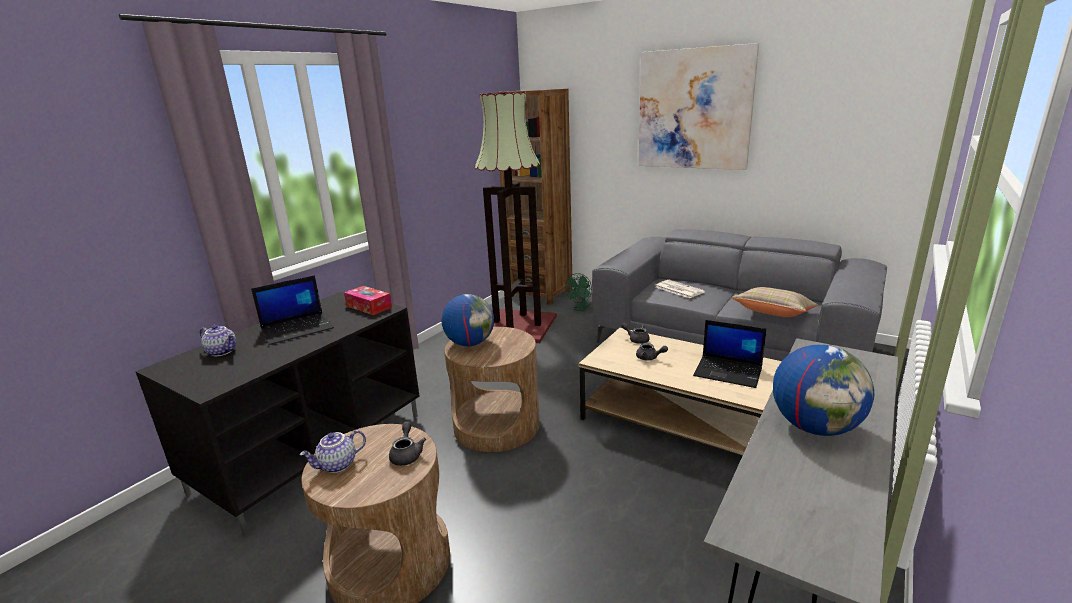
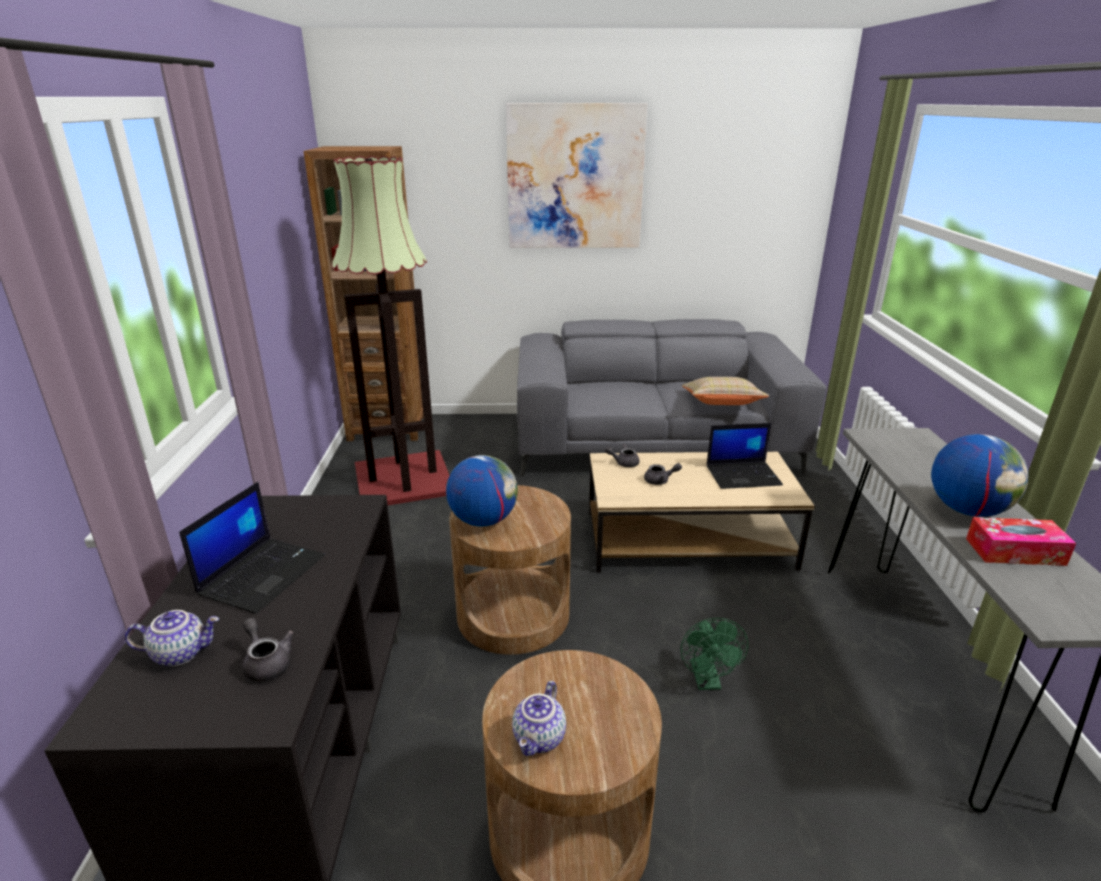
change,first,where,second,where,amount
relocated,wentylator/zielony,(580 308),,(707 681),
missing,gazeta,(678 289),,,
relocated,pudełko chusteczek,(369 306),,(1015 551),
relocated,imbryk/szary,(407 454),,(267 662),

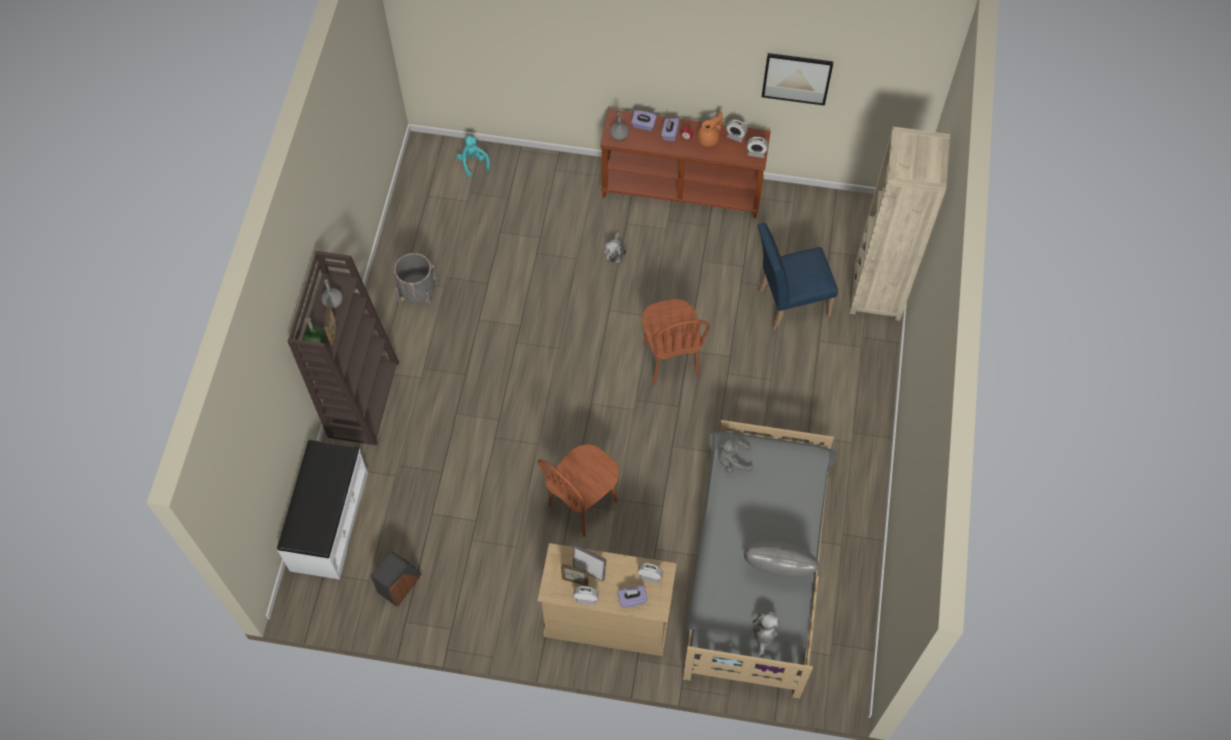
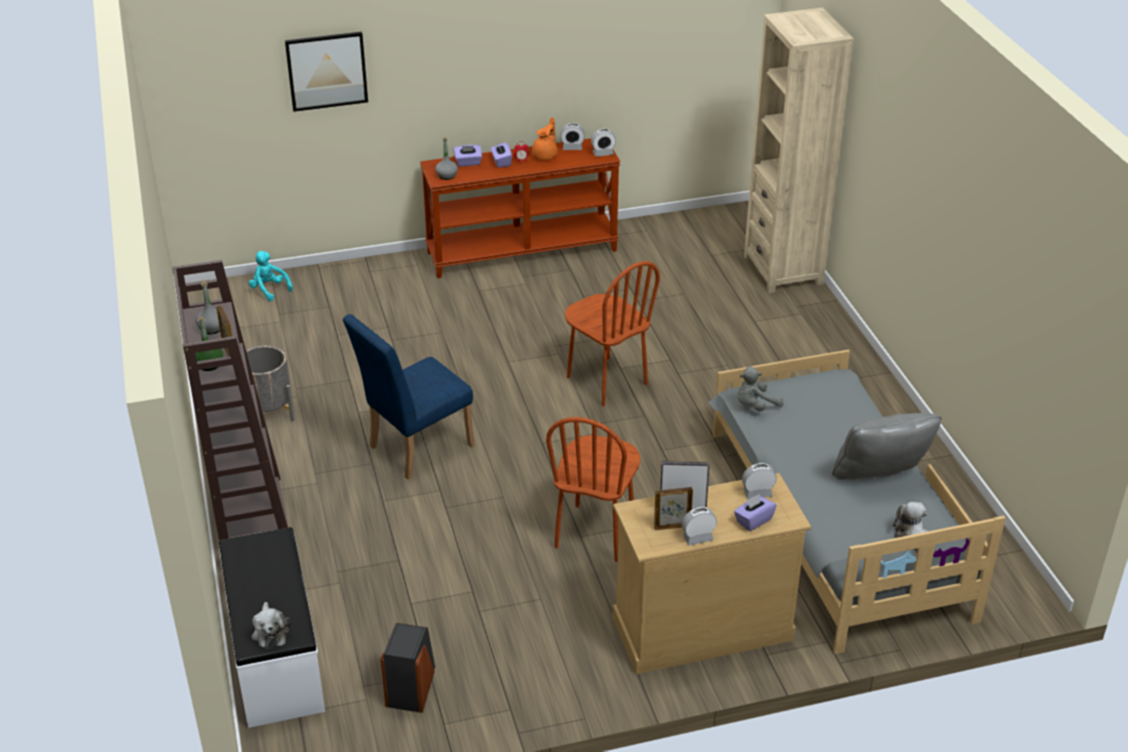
change,first,where,second,where,amount
relocated,obraz,(796 78),,(327 71),
relocated,krzesło/niebieski,(787 304),,(414 448),
relocated,pluszak,(614 251),,(270 632),

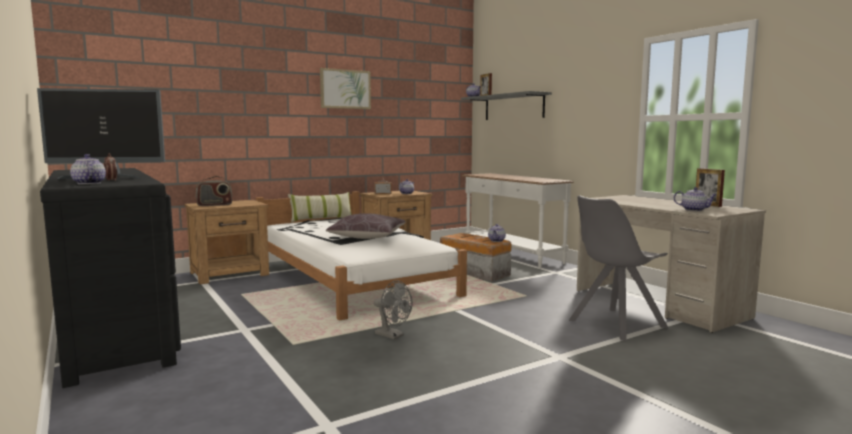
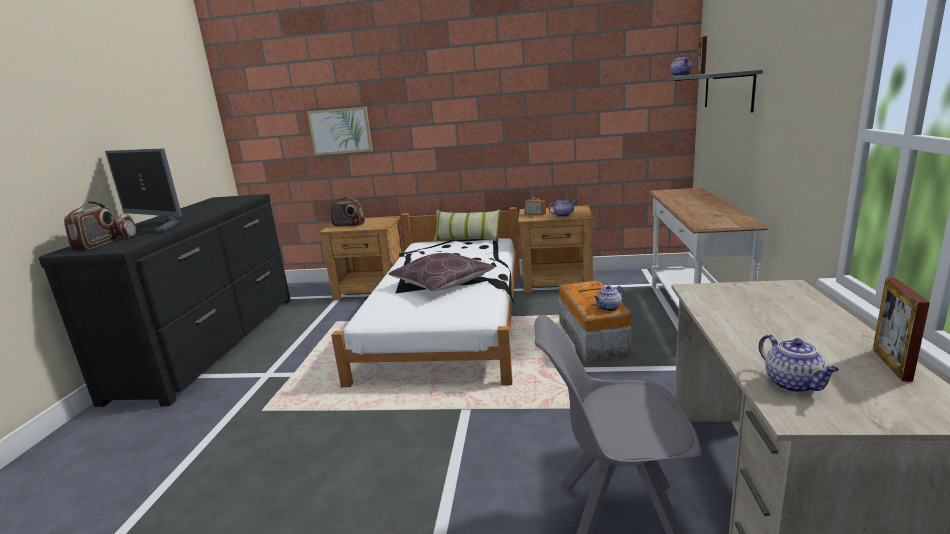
change,first,where,second,where,amount
relocated,obraz,(345 89),,(340 131),
exchanged,imbryk,(88 183),radio,(98 244),
missing,wentylator/szary,(393 335),,,

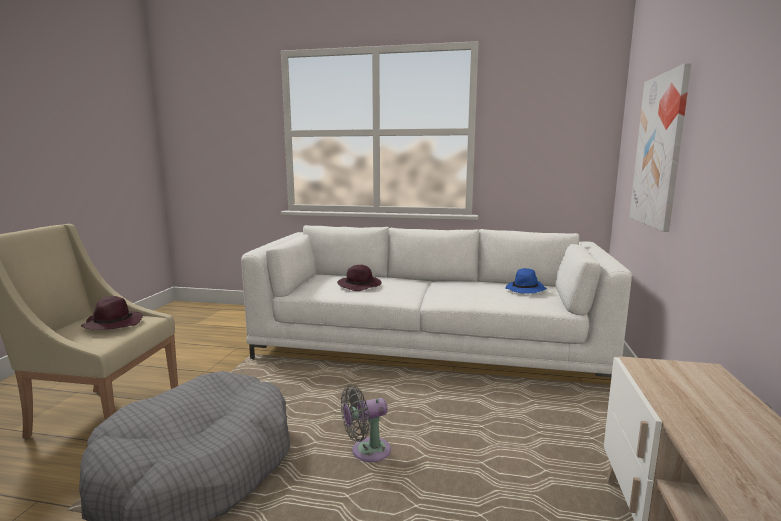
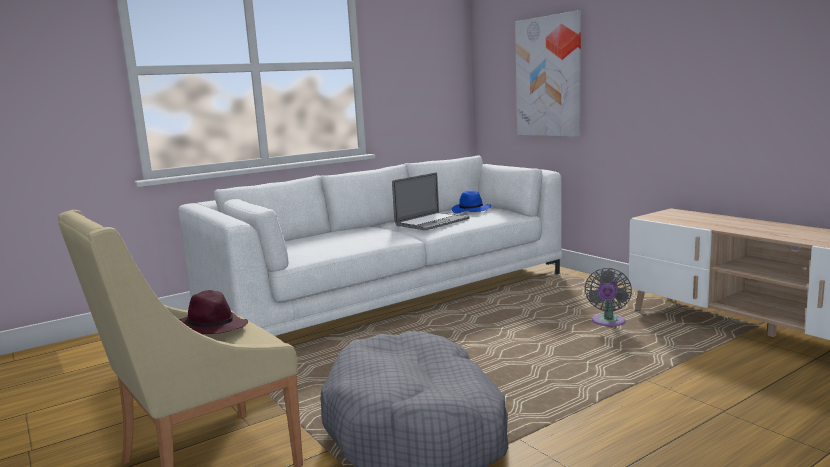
change,first,where,second,where,amount
missing,kapelusz/fioletowy,(360 286),,,
relocated,wentylator/szary,(367 452),,(608 323),
appeared,,,laptop,(432 222),

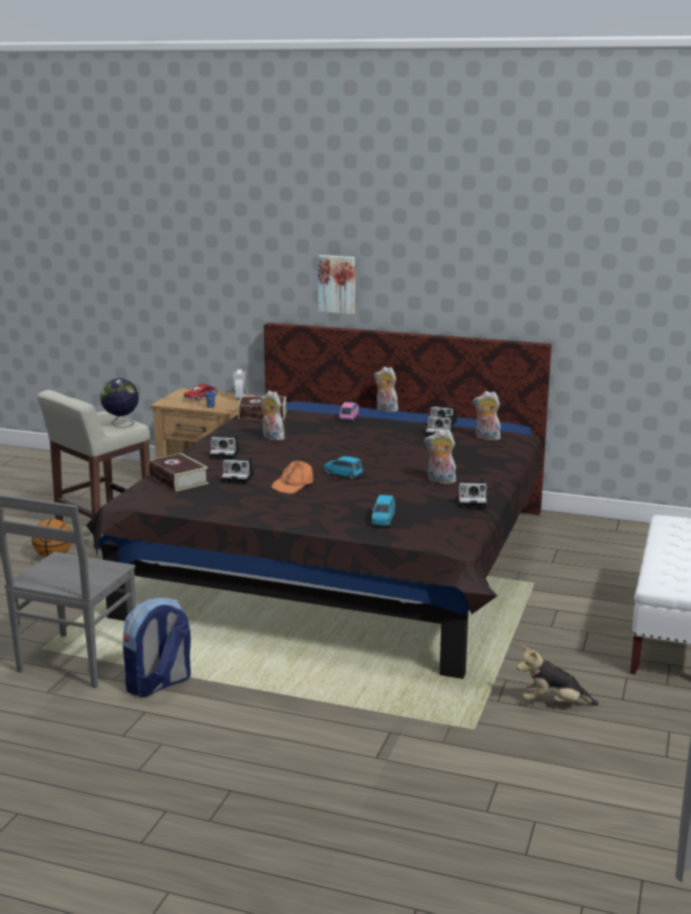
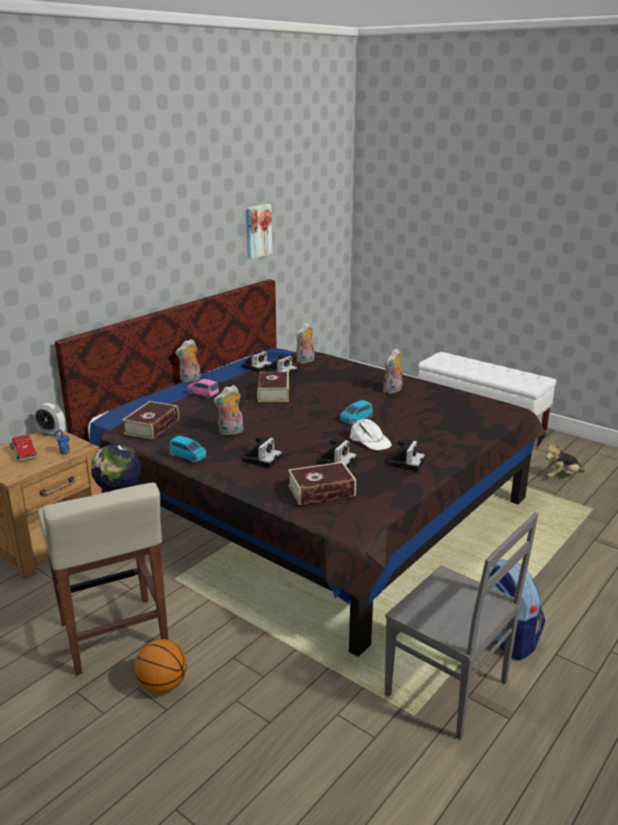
change,first,where,second,where,amount
relocated,obraz,(337 284),,(257 231),
colour,czapka z daszkiem/pomarańczowy,(293 484),czapka z daszkiem/biały,(370 441),
relocated,aparat fotograficzny,(473 502),,(405 462),
relocated,samochodzik/niebieski,(383 519),,(188 456),
spun,pluszak,(553 703),,(560 476),45 degrees clockwise
appeared,,,książka,(273 392),

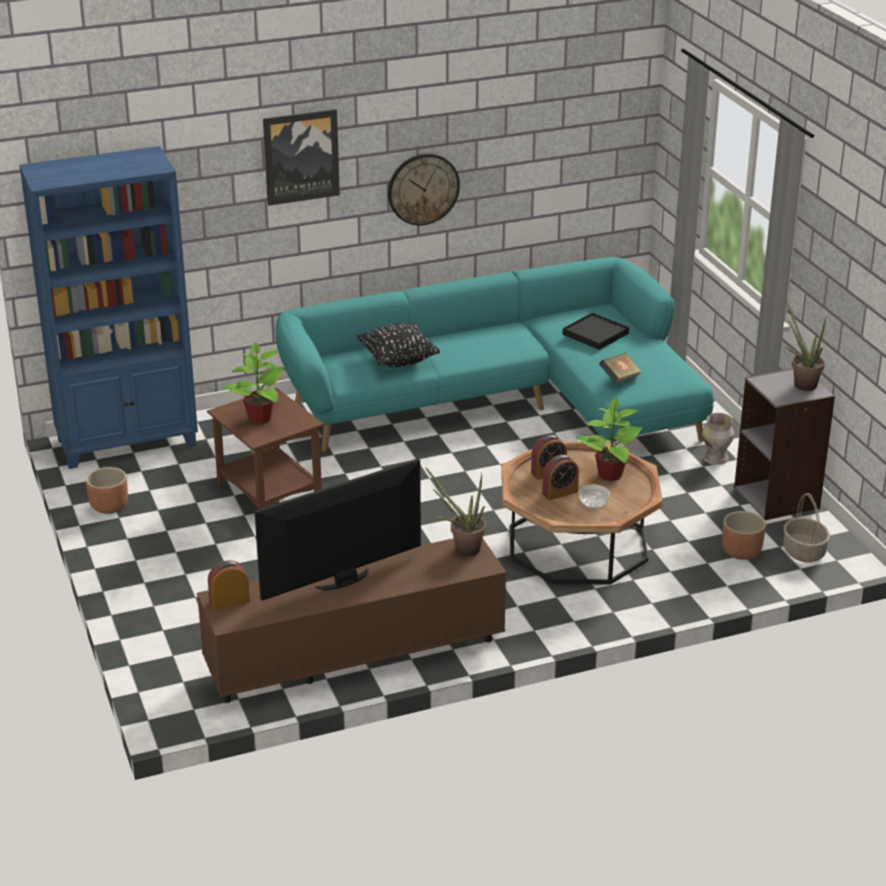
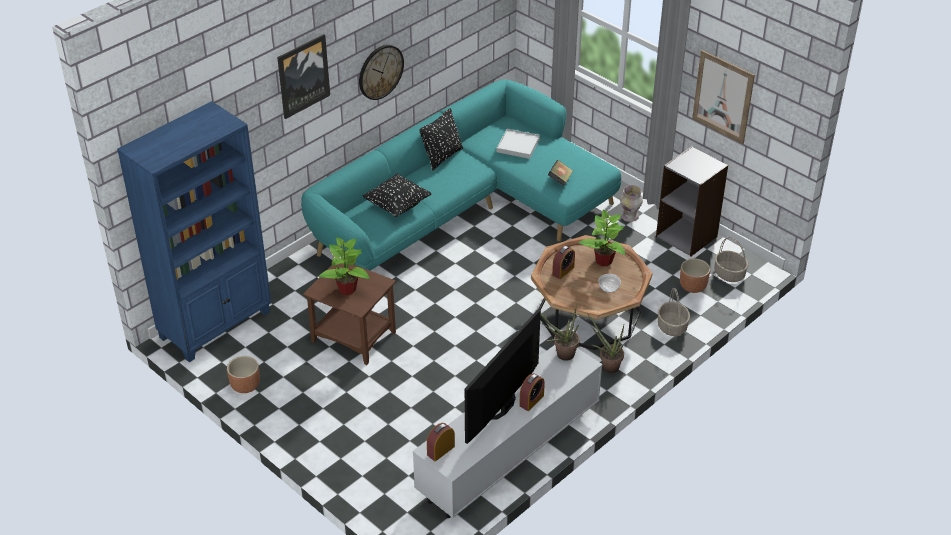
change,first,where,second,where,amount
relocated,roślina doniczkowa,(801 383),,(607 366),
colour,taca/czarny,(595 334),taca/biały,(518 145),
relocated,budzik,(560 492),,(531 400),
colour,szafka pod telewizor/brązowy,(353 659),szafka pod telewizor/biały,(507 453),
appeared,,,obraz,(723 97),
appeared,,,poduszka/czarny,(442 157),
appeared,,,koszyk,(672 327),

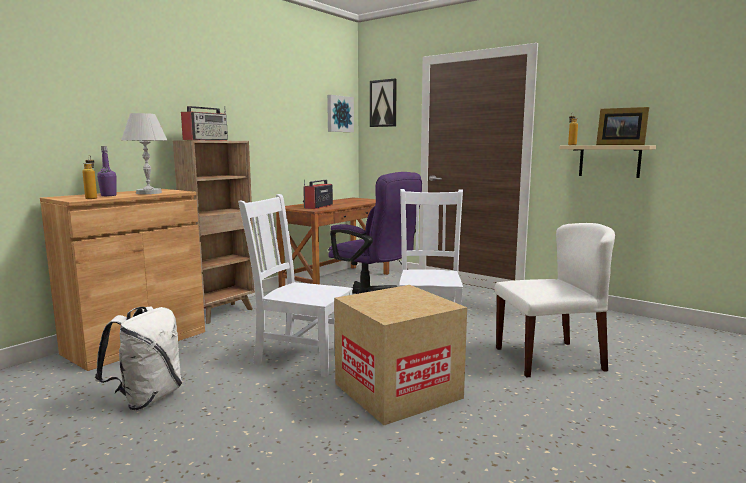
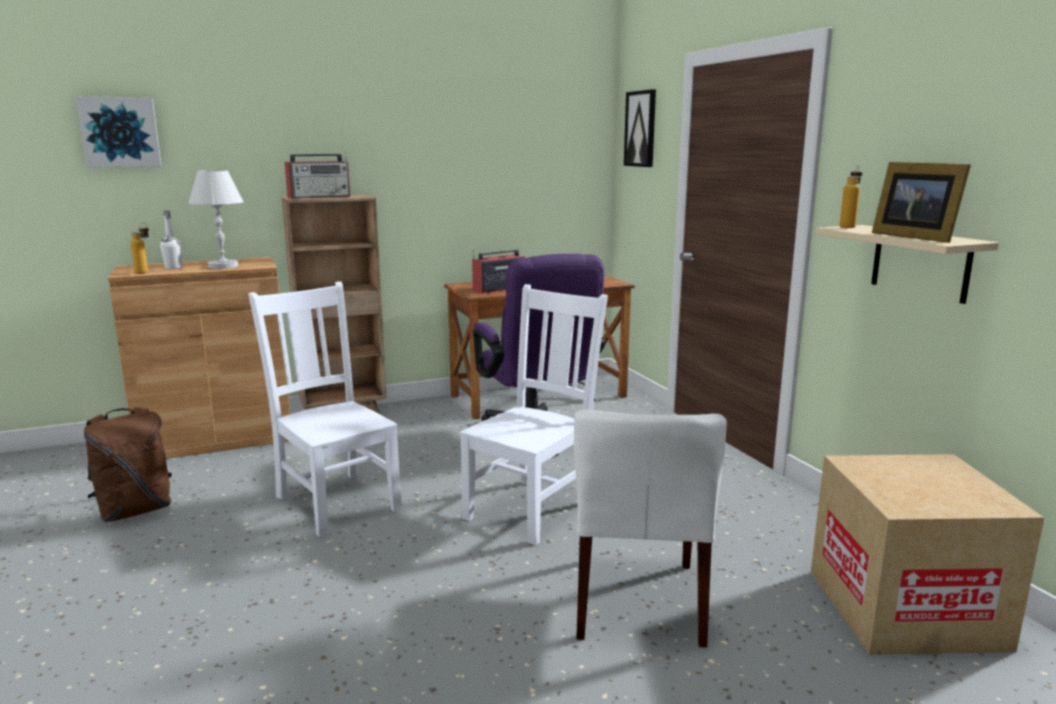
change,first,where,second,where,amount
relocated,obraz,(339 114),,(120 132),
colour,butelka/fioletowy,(108 195),butelka/biały,(174 268),
spun,krzesło/biały,(549 358),,(638 600),75 degrees clockwise
relocated,karton,(397 391),,(904 608),
colour,plecak/biały,(147 398),plecak/brązowy,(135 510),

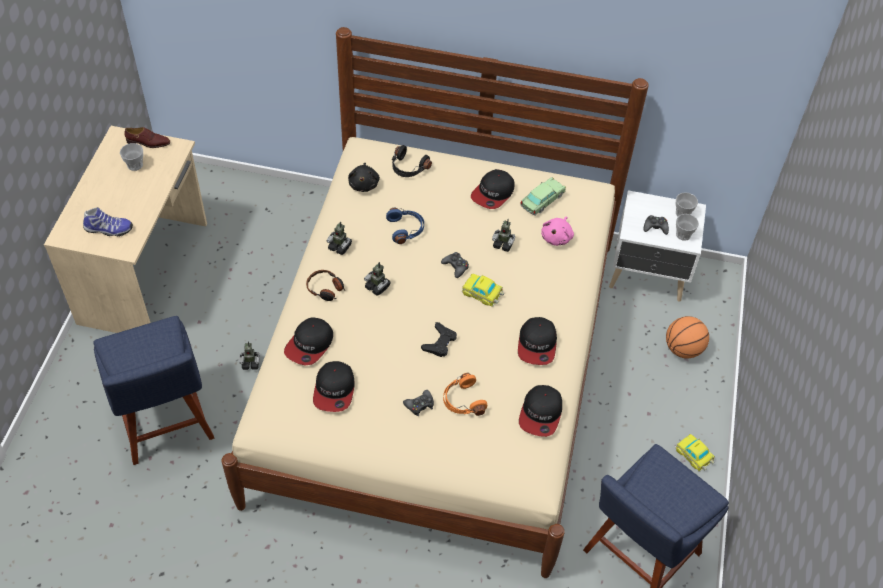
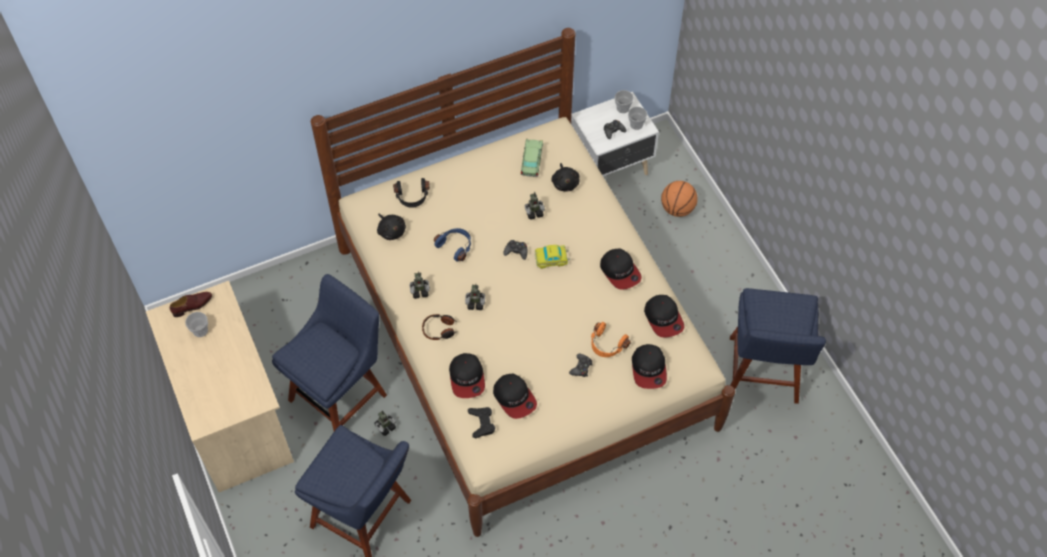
change,first,where,second,where,amount
relocated,czapka z daszkiem,(493 193),,(649 369),
missing,but,(108 230),,,
colour,pluszak/różowy,(557 237),pluszak/czarny,(565 183),
relocated,pad do gier/czarny,(440 342),,(481 423),
missing,samochodzik,(694 455),,,
appeared,,,krzesło/niebieski,(341 394),

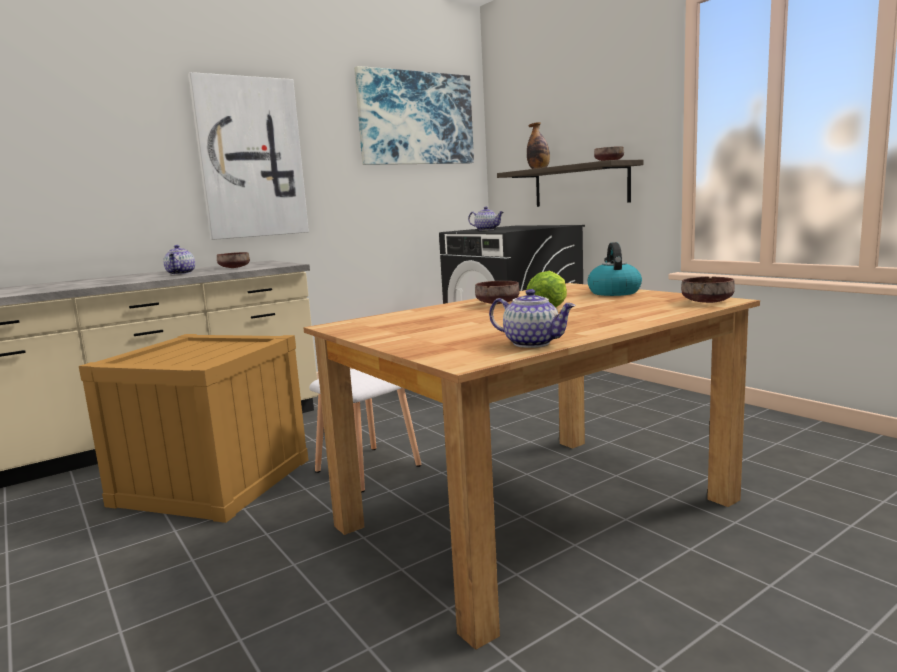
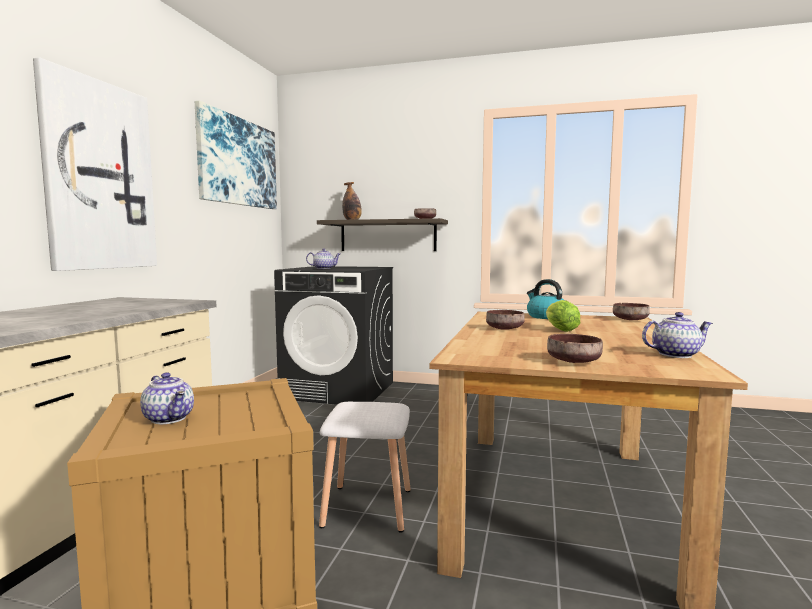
change,first,where,second,where,amount
relocated,imbryk,(181 273),,(170 418),
relocated,miska/brązowy,(235 268),,(574 361),

